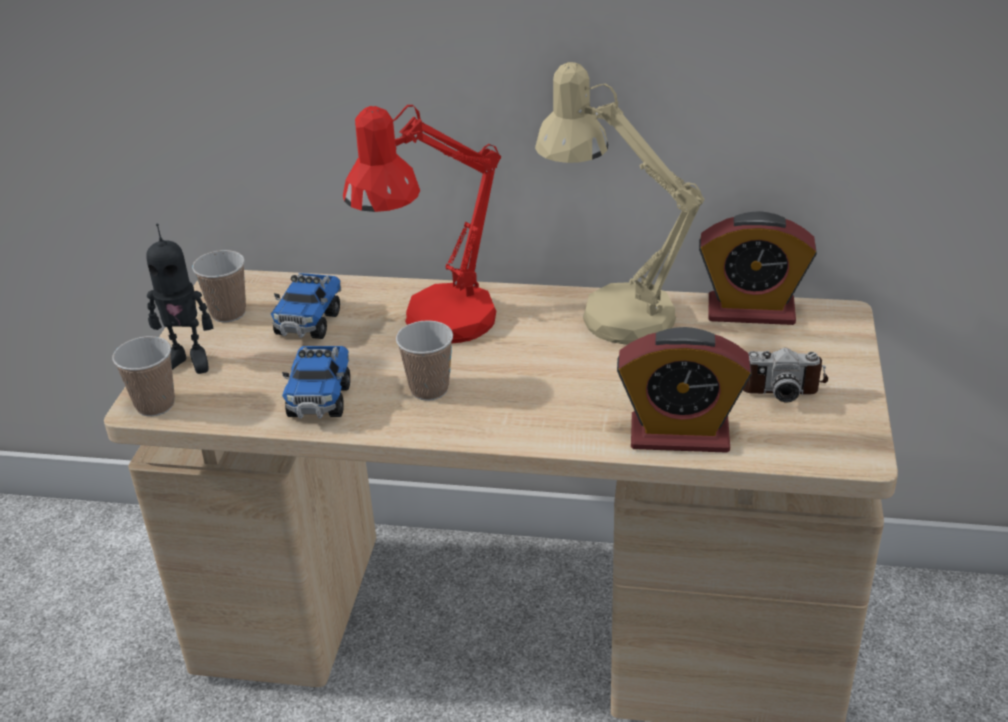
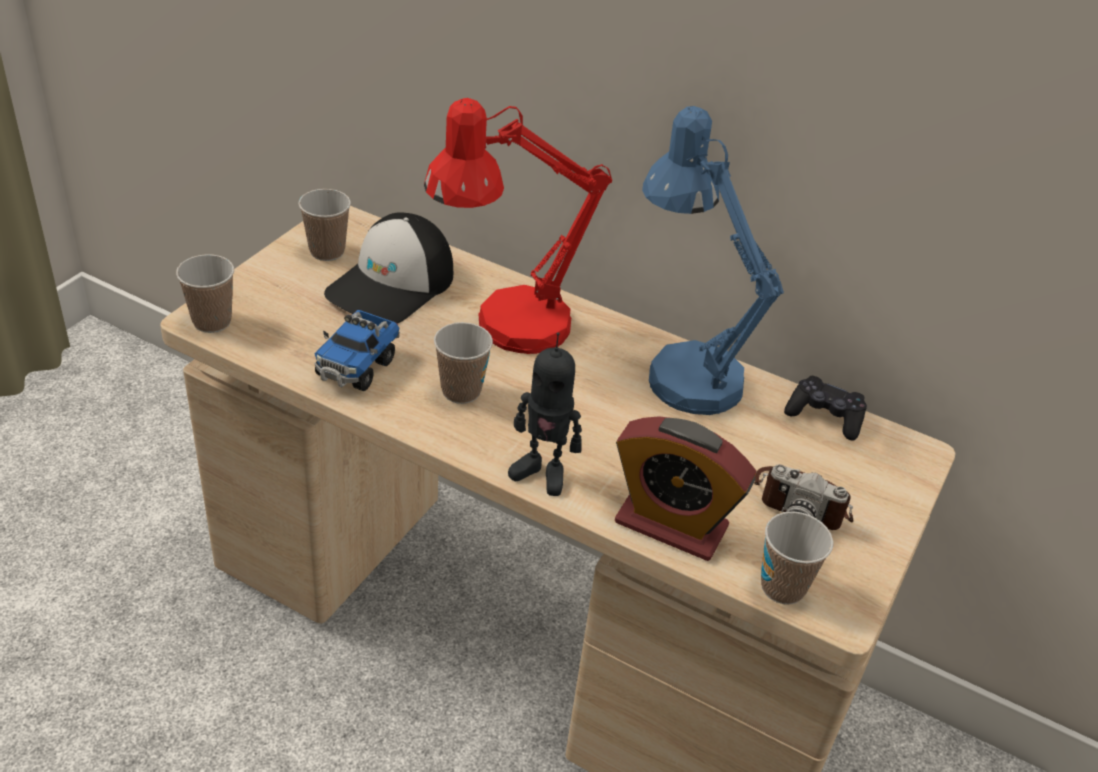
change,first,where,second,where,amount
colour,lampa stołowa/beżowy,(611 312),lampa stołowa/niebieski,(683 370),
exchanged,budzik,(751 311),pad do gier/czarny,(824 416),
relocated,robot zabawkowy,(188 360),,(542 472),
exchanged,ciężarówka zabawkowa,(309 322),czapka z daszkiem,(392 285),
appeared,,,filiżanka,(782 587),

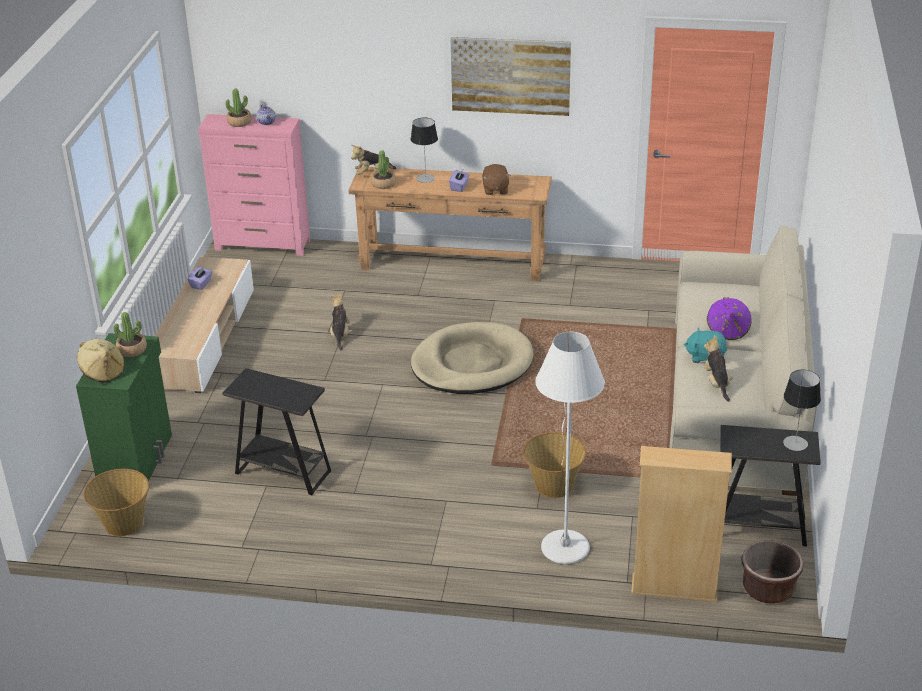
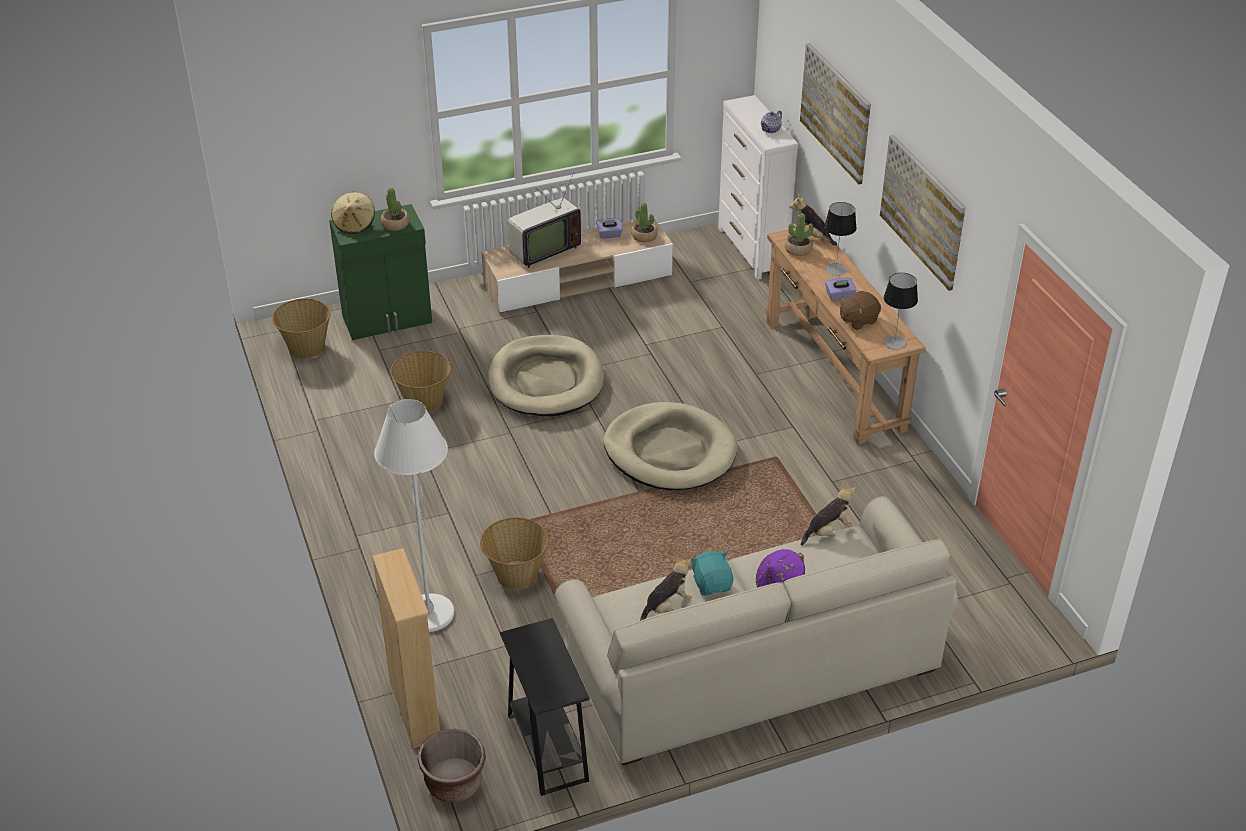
change,first,where,second,where,amount
relocated,roślina doniczkowa,(239 122),,(644 236),
colour,komoda/różowy,(263 245),komoda/biały,(752 250),
relocated,pluszak,(340 335),,(828 531),
exchanged,stolik/czarny,(283 472),koszyk,(424 402),
relocated,lampa stołowa,(795 443),,(894 342),
appeared,,,obraz,(835 112),
appeared,,,telewizor,(542 251),
appeared,,,legowisko/beżowy,(546 381),

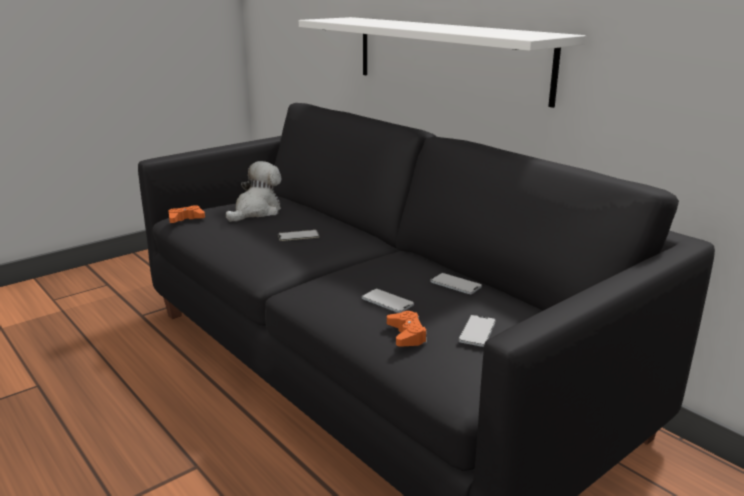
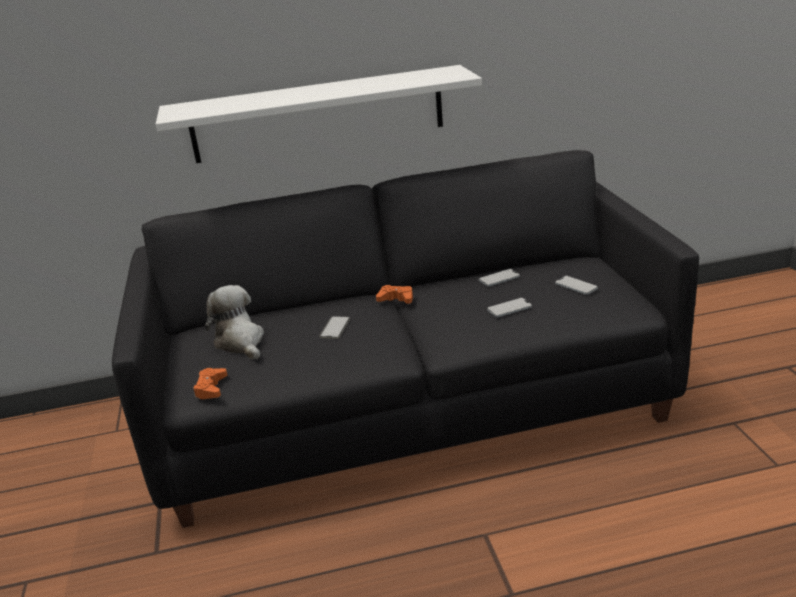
change,first,where,second,where,amount
relocated,pad do gier/pomarańczowy,(407 335),,(396 299),

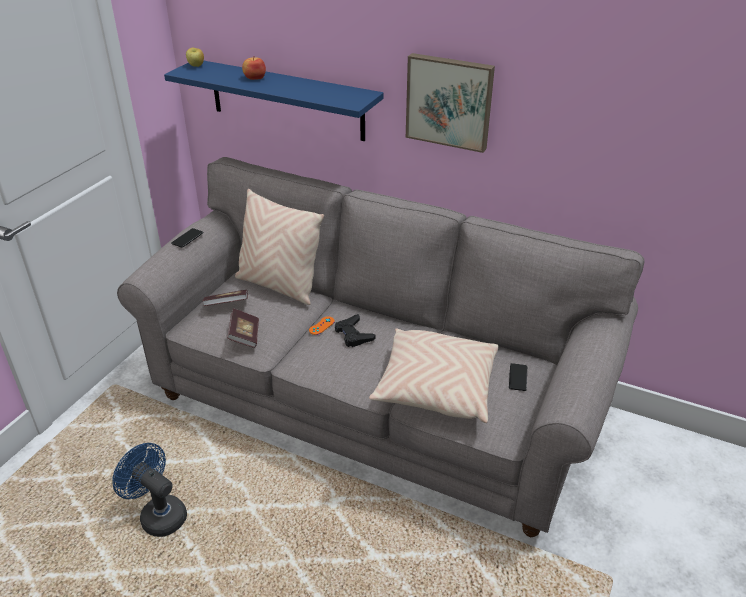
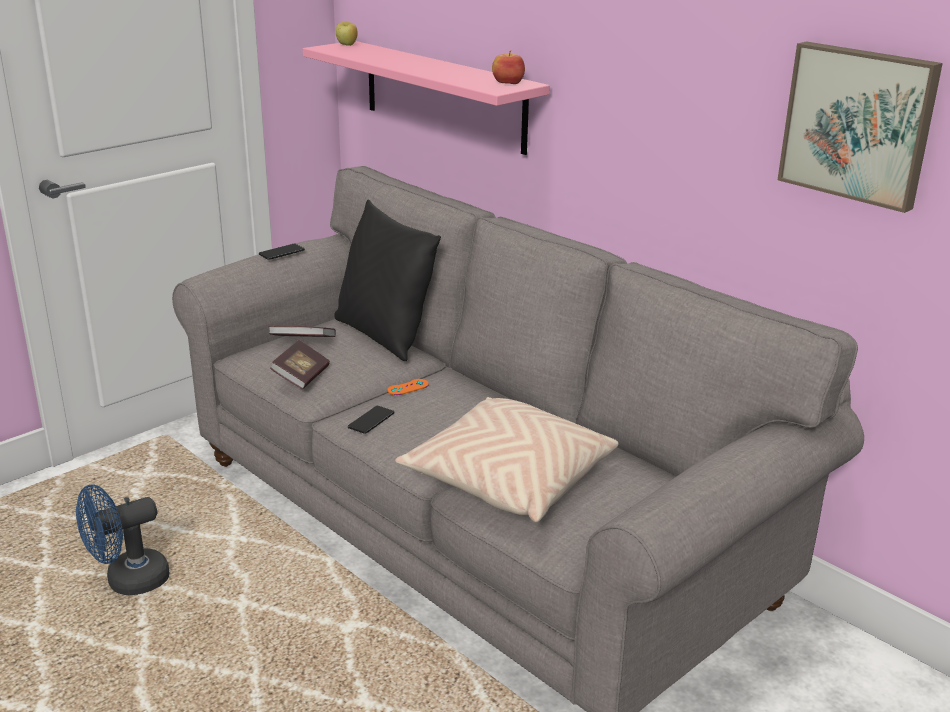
change,first,where,second,where,amount
relocated,obraz,(449 101),,(858 124),
relocated,jabłko,(254 78),,(508 82),
colour,półka/niebieski,(286 100),półka/różowy,(443 96),
colour,poduszka/beżowy,(279 286),poduszka/czarny,(383 336),
missing,pad do gier/czarny,(353 334),,,
relocated,telefon,(518 377),,(371 420),
spun,wentylator/niebieski,(158 515),,(128 582),90 degrees counterclockwise

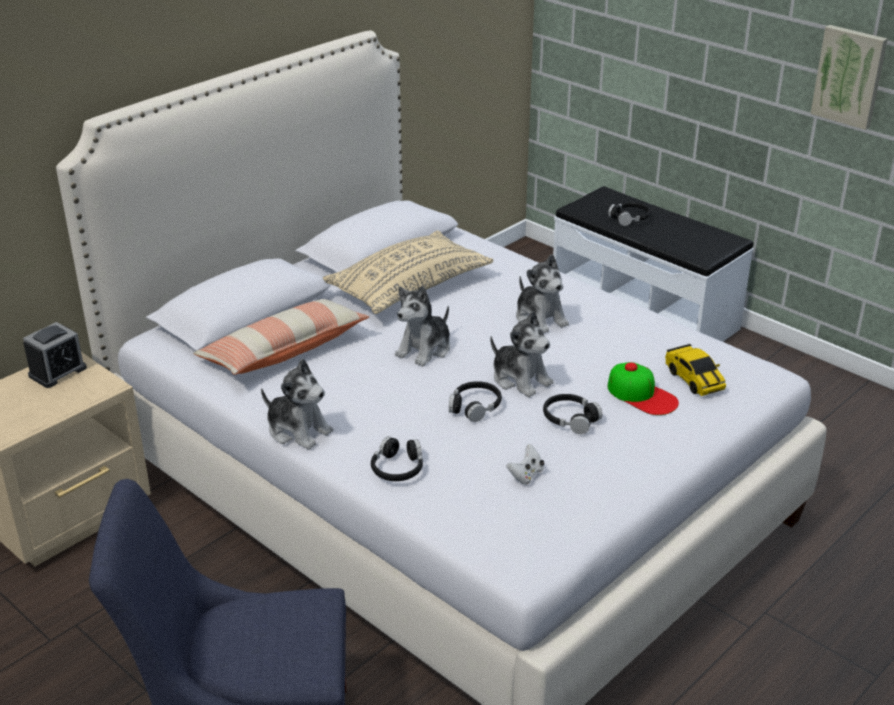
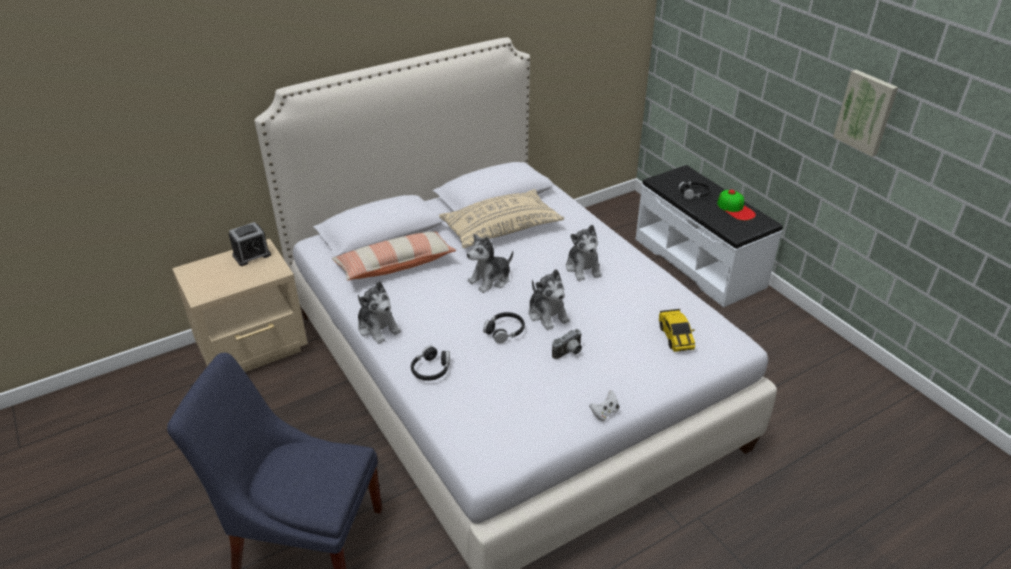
change,first,where,second,where,amount
relocated,czapka z daszkiem,(642 395),,(735 209),
exchanged,słuchawki/czarny,(570 419),aparat fotograficzny,(569 353),
relocated,pad do gier/biały,(526 475),,(604 412),

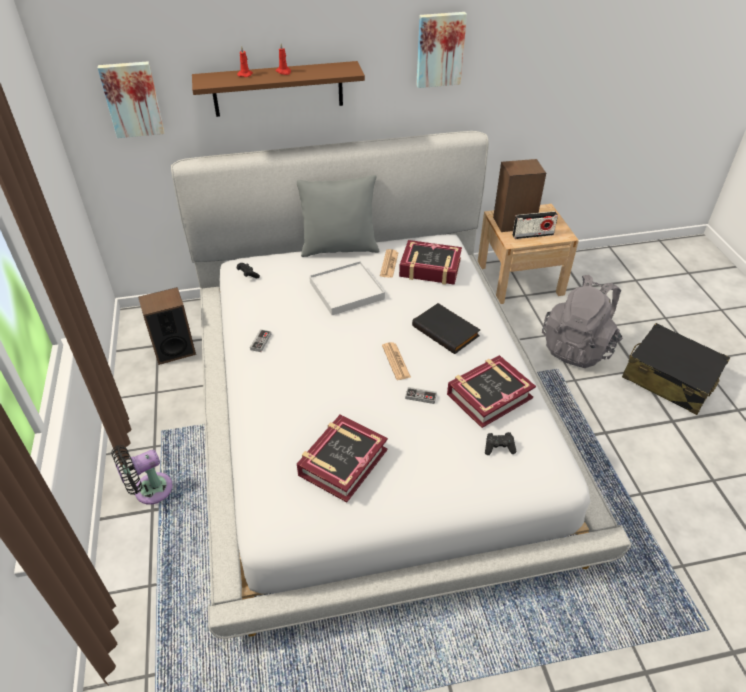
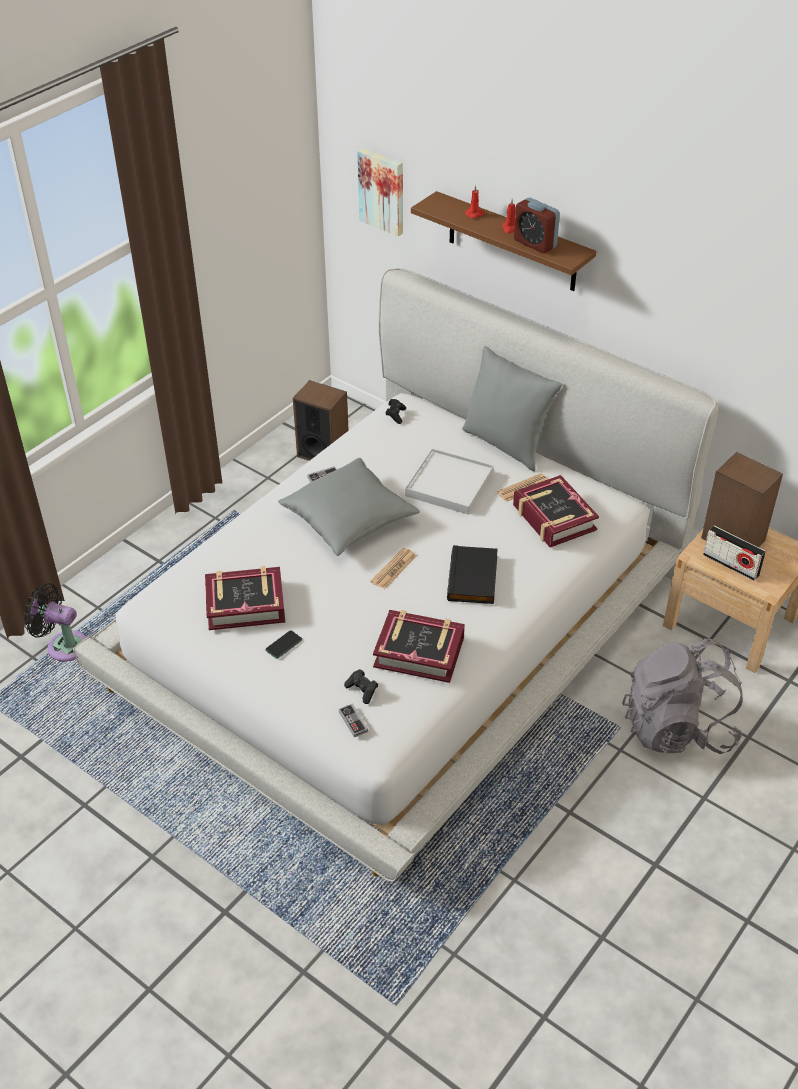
change,first,where,second,where,amount
missing,obraz,(439 49),,,
missing,walizka/czarny,(669 378),,,
relocated,pad do gier,(420 396),,(353 722),
relocated,wentylator/czarny,(149 490),,(63 645),
appeared,,,budzik,(535 244),
appeared,,,poduszka/szary,(349 519),
appeared,,,telefon,(283 645),

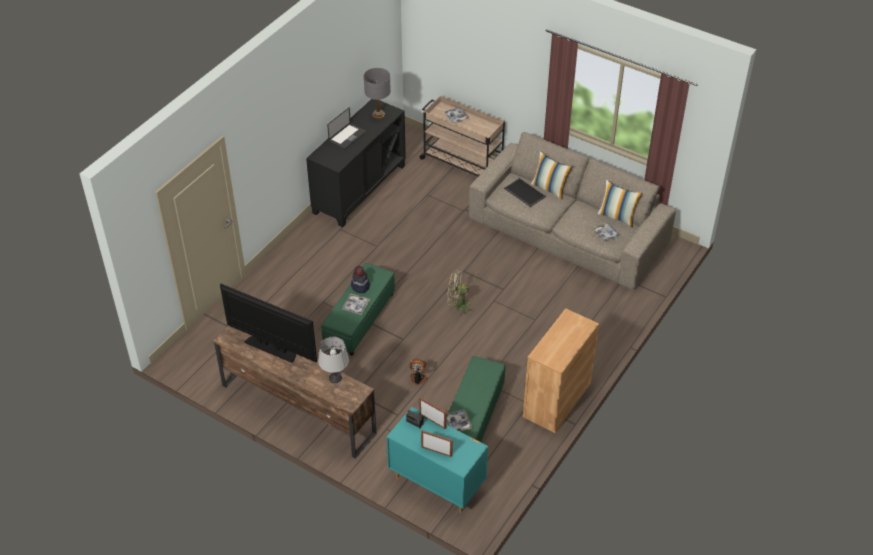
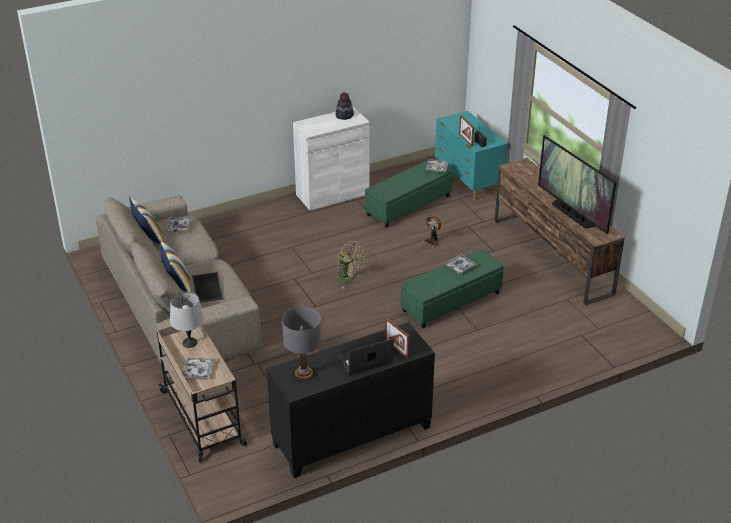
change,first,where,second,where,amount
relocated,kapelusz,(360 286),,(344 115),
colour,szafka/brązowy,(557 400),szafka/biały,(332 194),
relocated,lampa stołowa/szary,(335 378),,(190 342),
relocated,ramka na zdjęcie,(436 451),,(396 349),

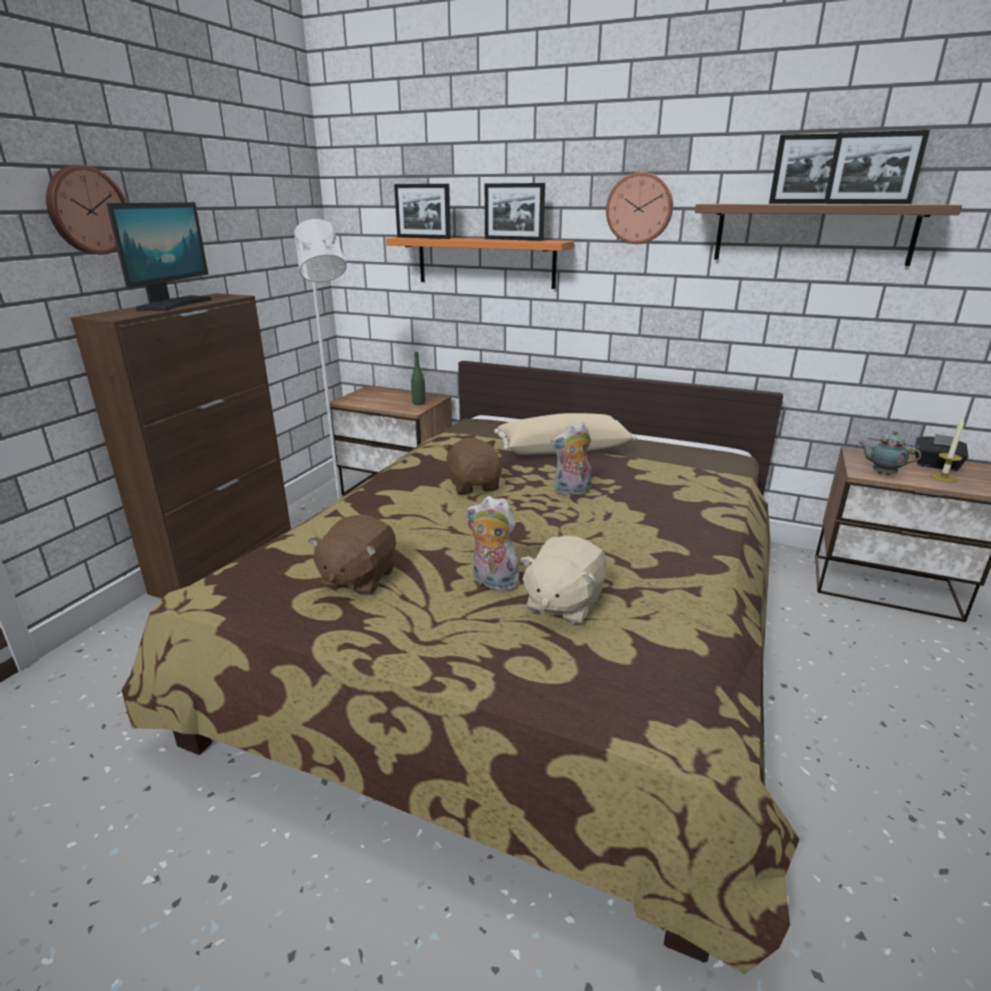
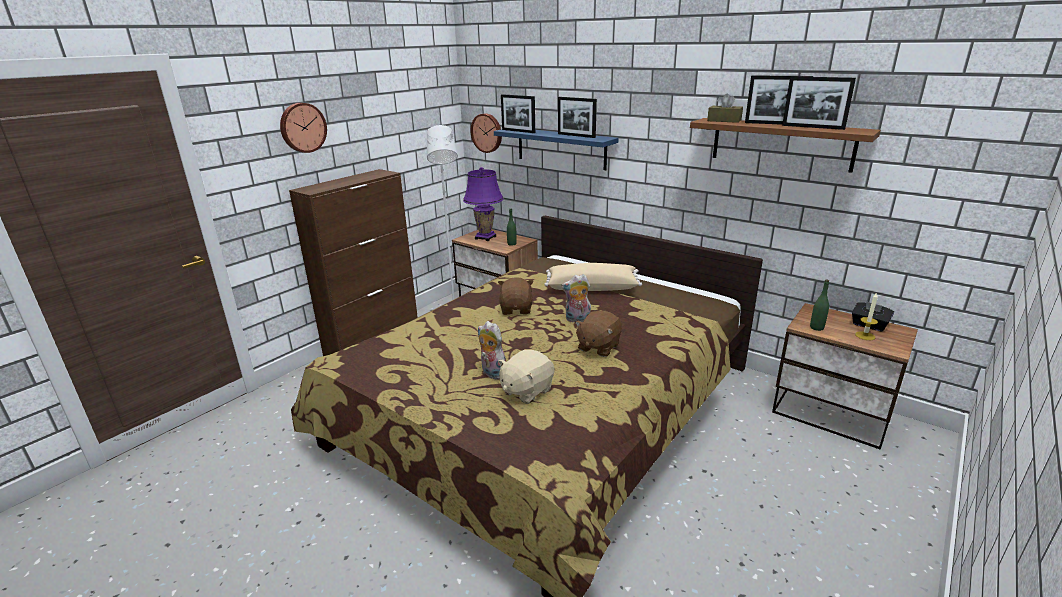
change,first,where,second,where,amount
relocated,zegar ścienny,(639 208),,(487 133),
missing,monitor,(173 304),,,
colour,półka/pomarańczowy,(485 262),półka/niebieski,(561 148),
exchanged,imbryk,(881 473),butelka/zielony,(816 328),
relocated,pluszak/brązowy,(358 578),,(598 347),
appeared,,,pudełko chusteczek/brązowy,(724 120),
appeared,,,lampa stołowa/fioletowy,(485 237),

